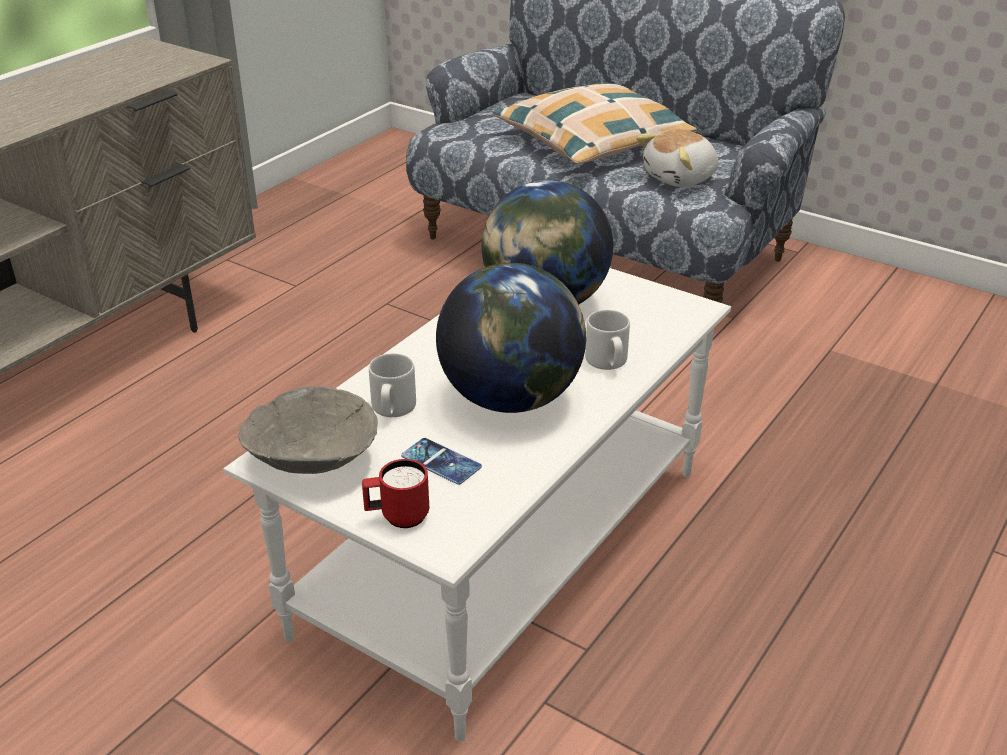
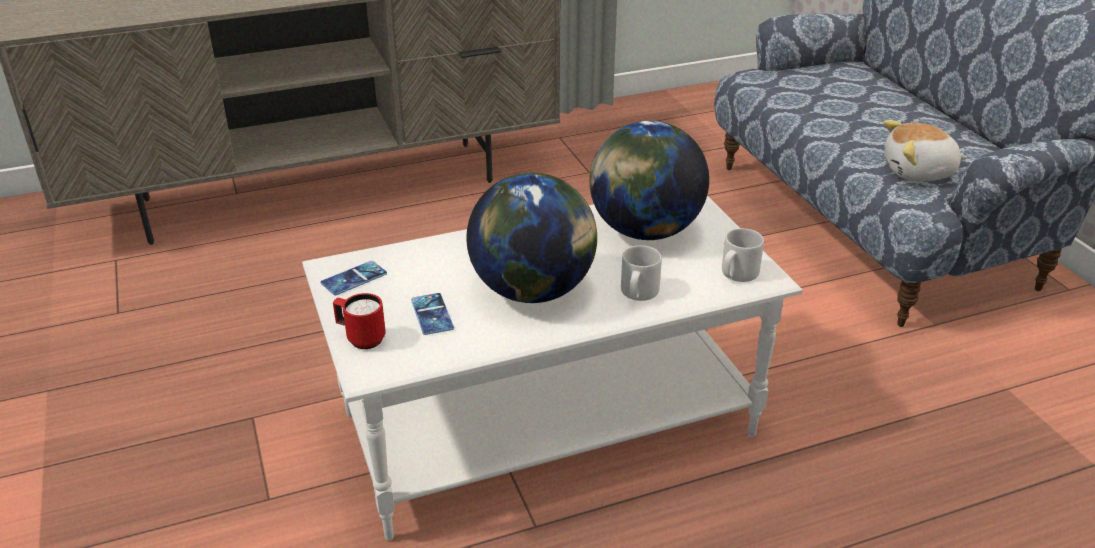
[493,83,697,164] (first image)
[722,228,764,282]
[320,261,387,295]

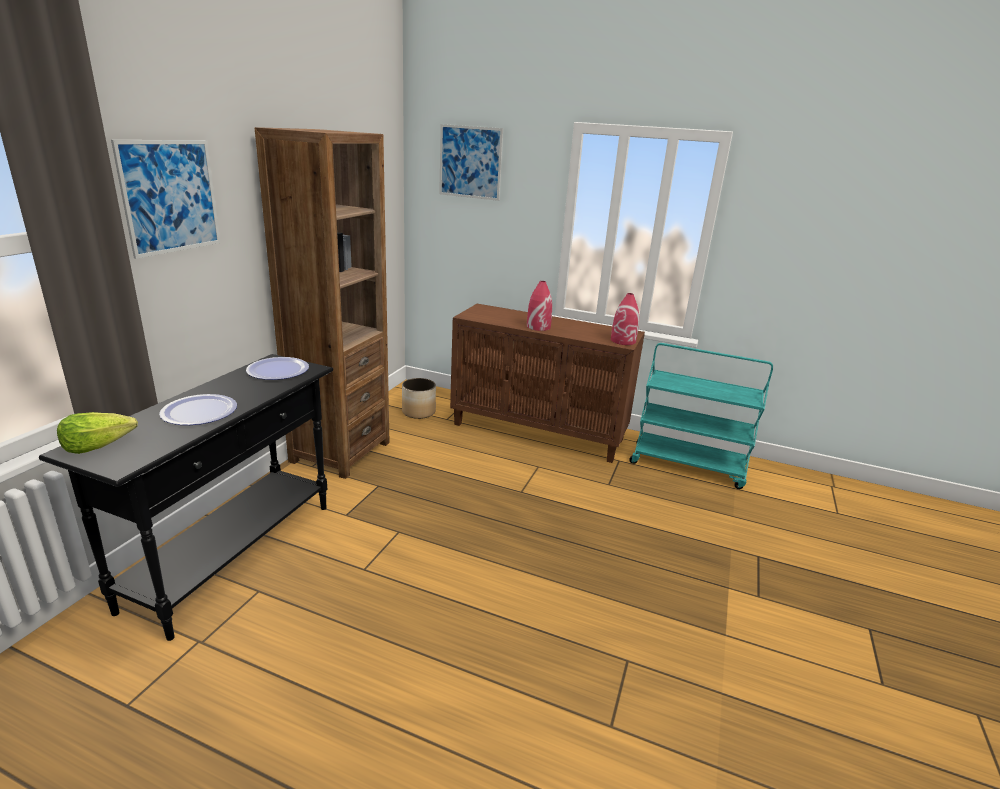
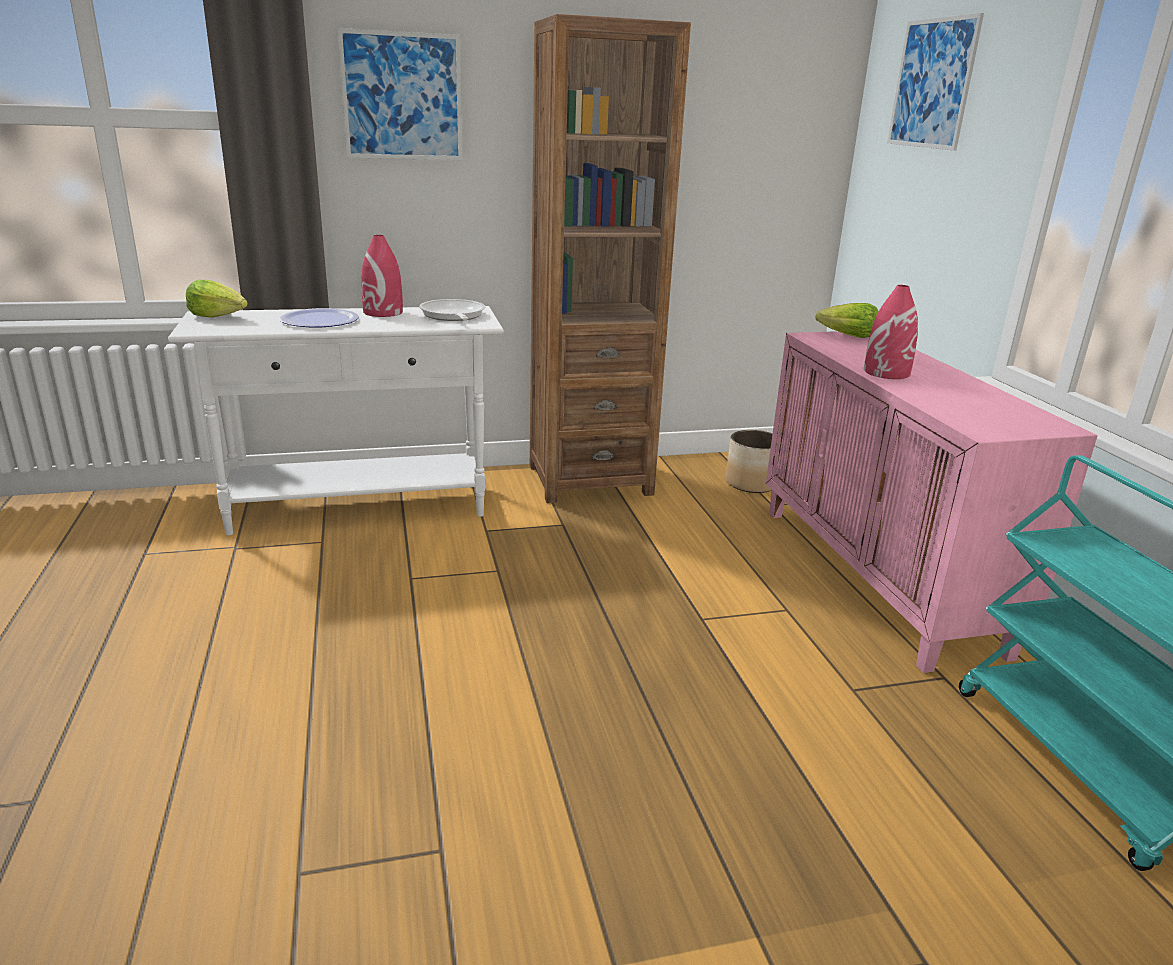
[361,235,403,317]
[766,331,1098,673]
[168,306,504,535]
[419,299,485,321]
[815,303,879,338]

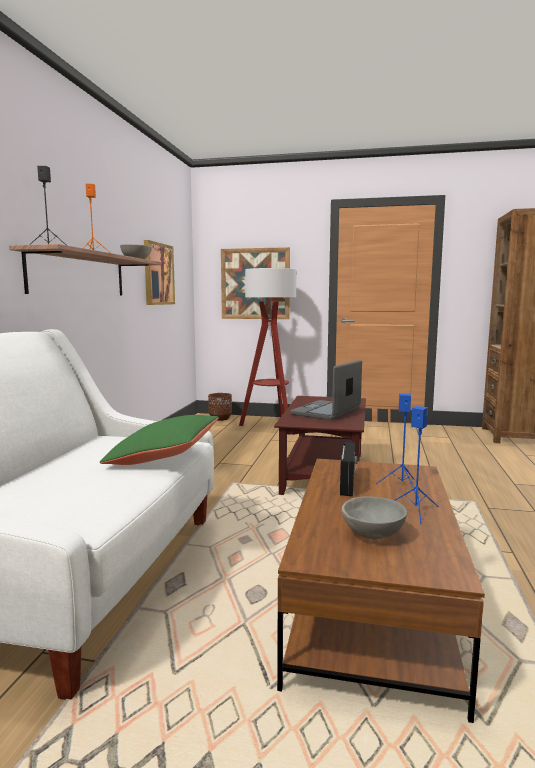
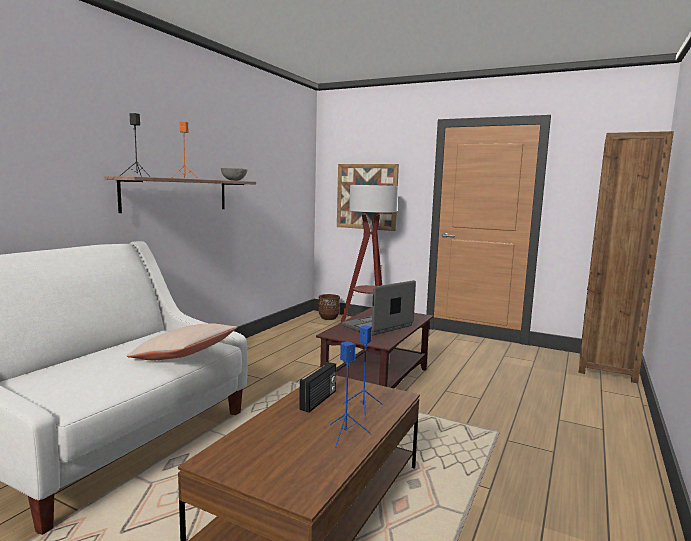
[144,240,175,305] (first image)
[127,323,237,360]
[341,496,407,539] (first image)

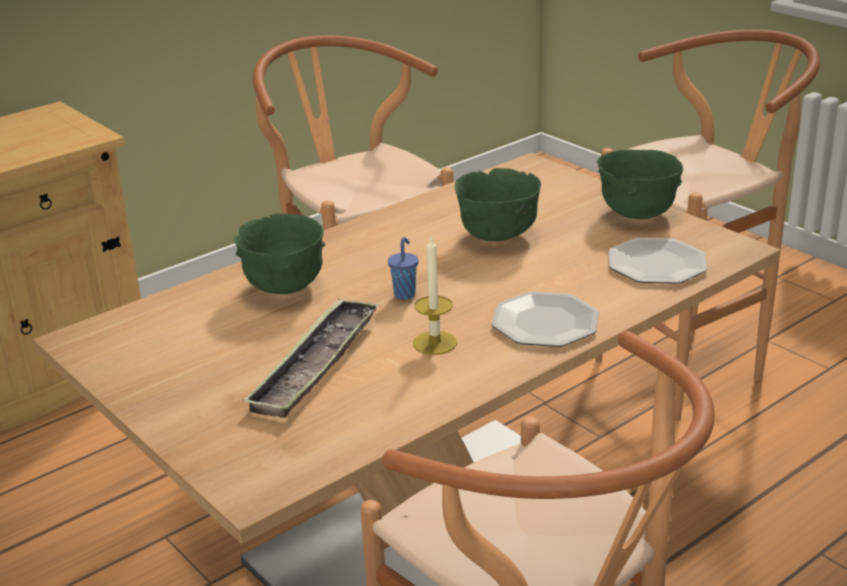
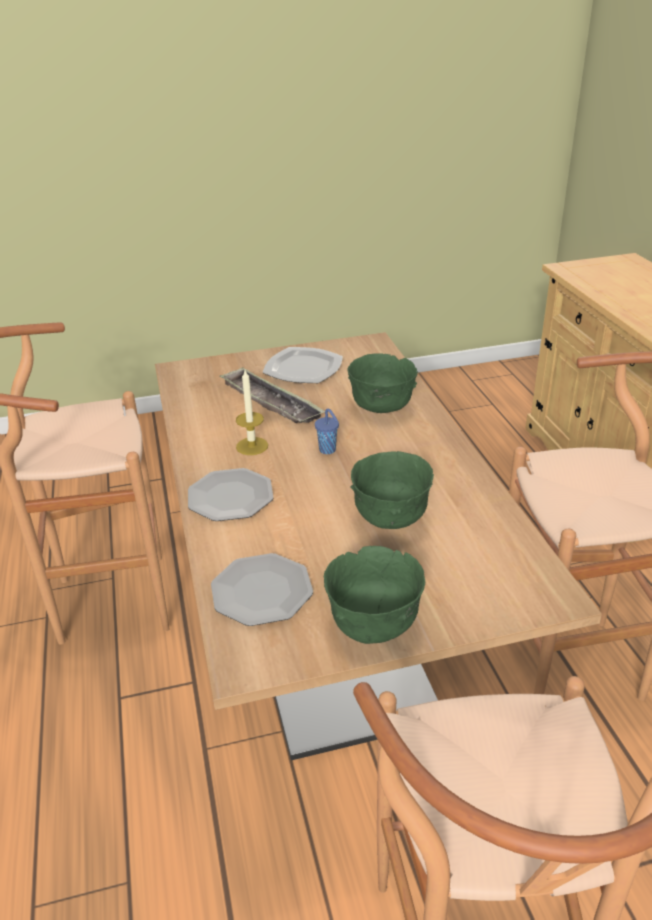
[262,347,343,383]

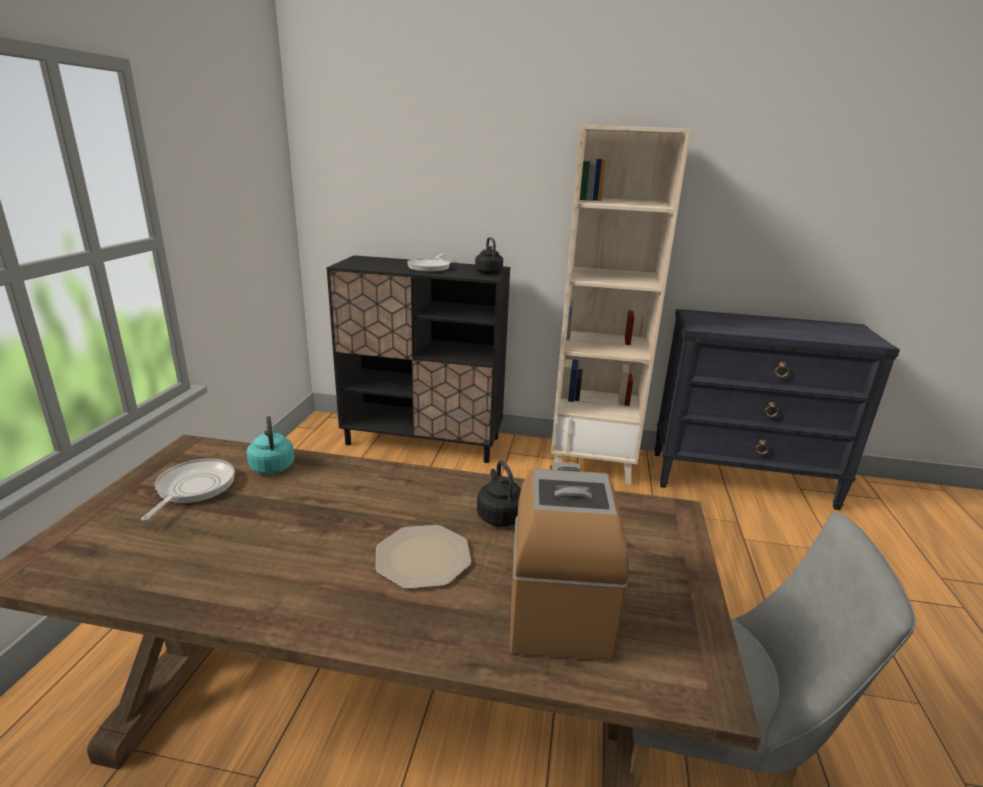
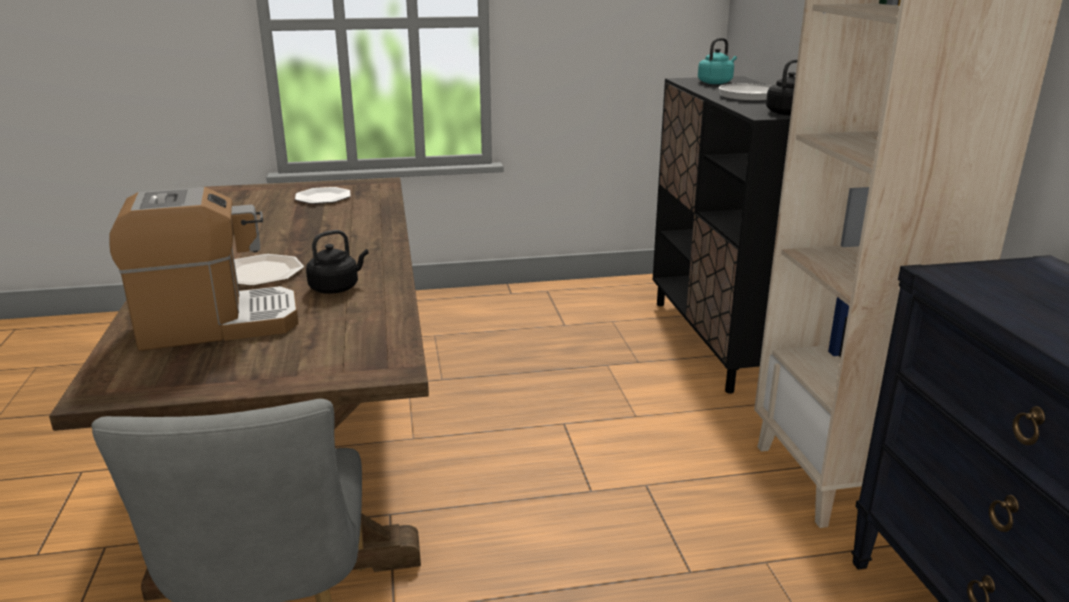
[698,38,737,84]
[295,187,351,204]

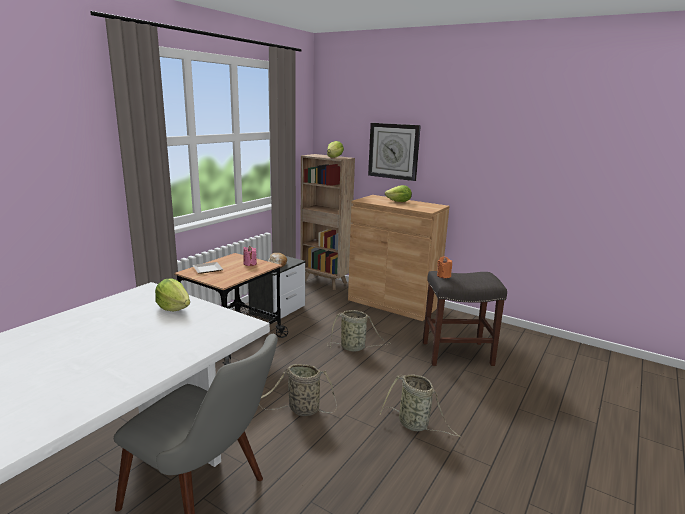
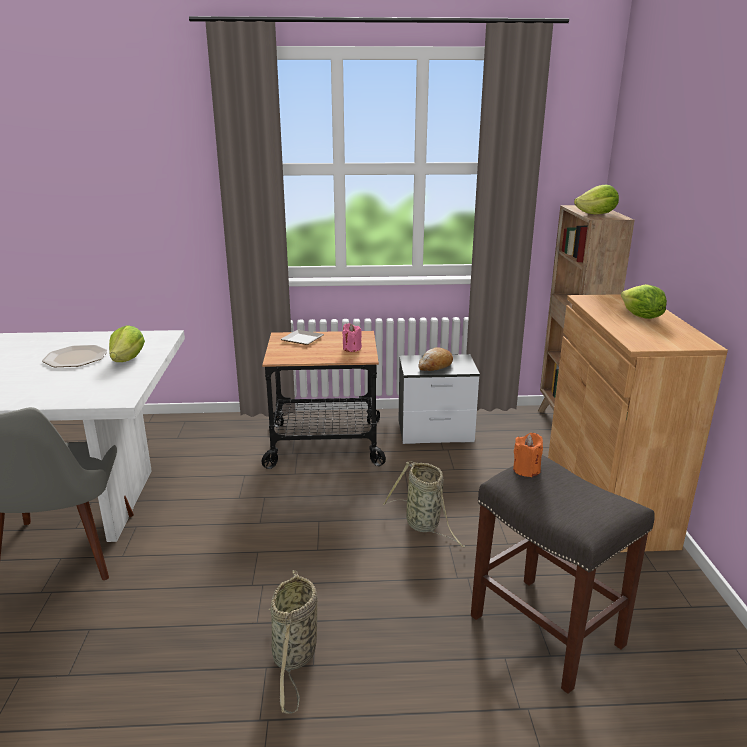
[368,123,421,181] (first image)
[259,364,337,416] (first image)
[42,345,108,367]

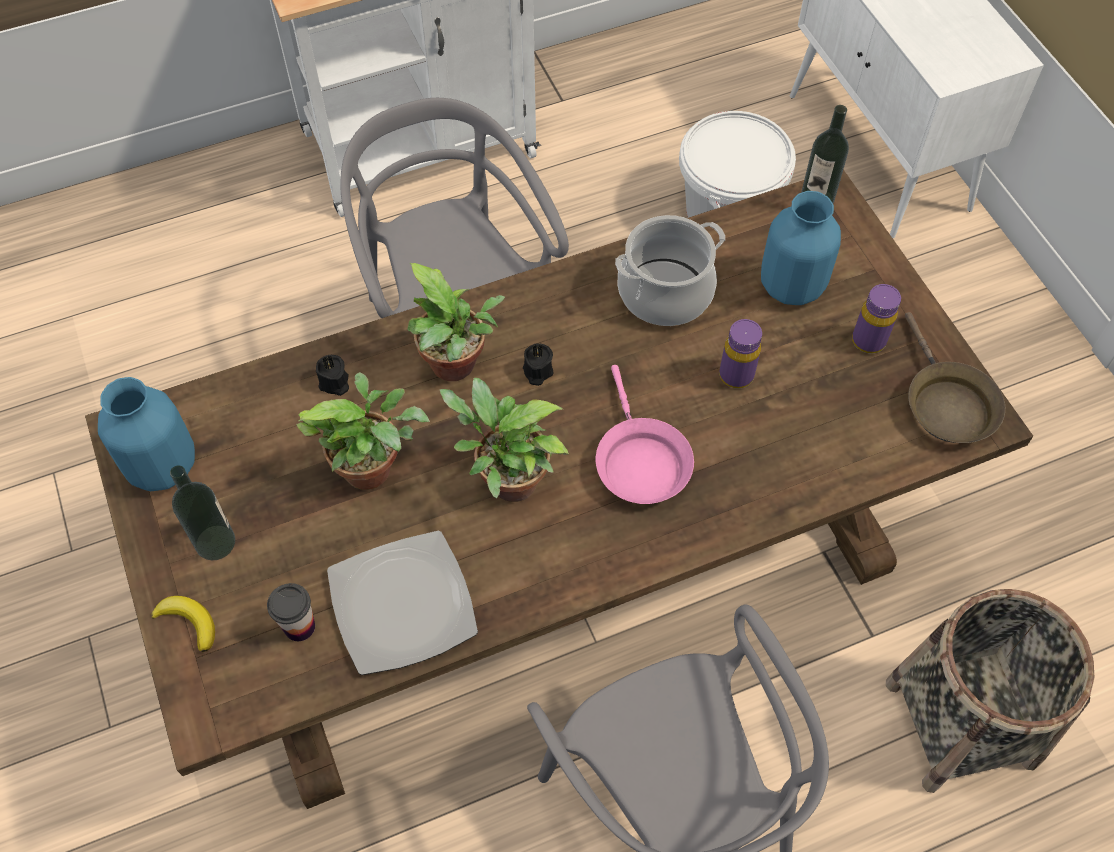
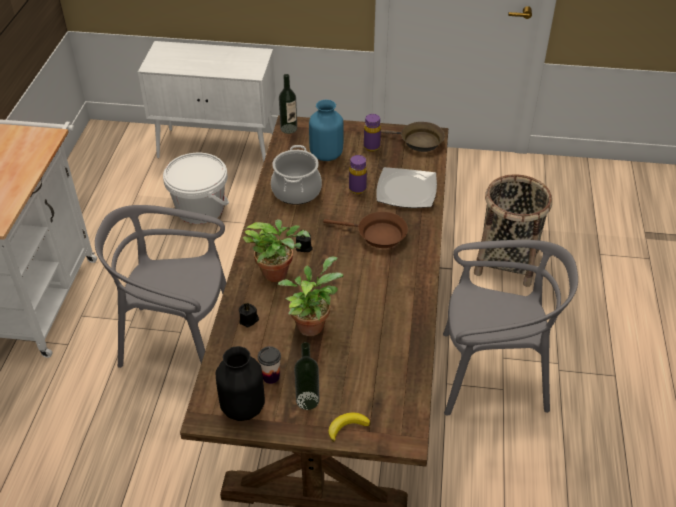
[323,212,408,248]
[216,346,265,421]
[439,378,569,502] (first image)
[376,167,437,208]
[258,346,281,384]

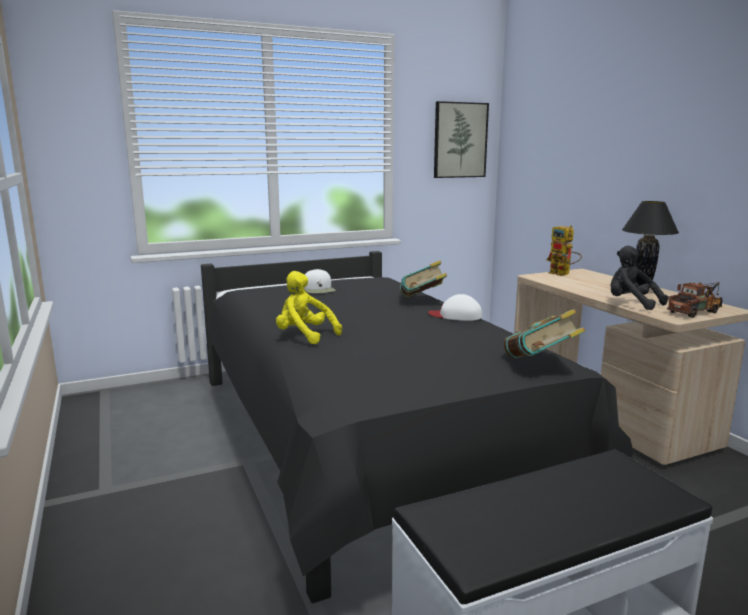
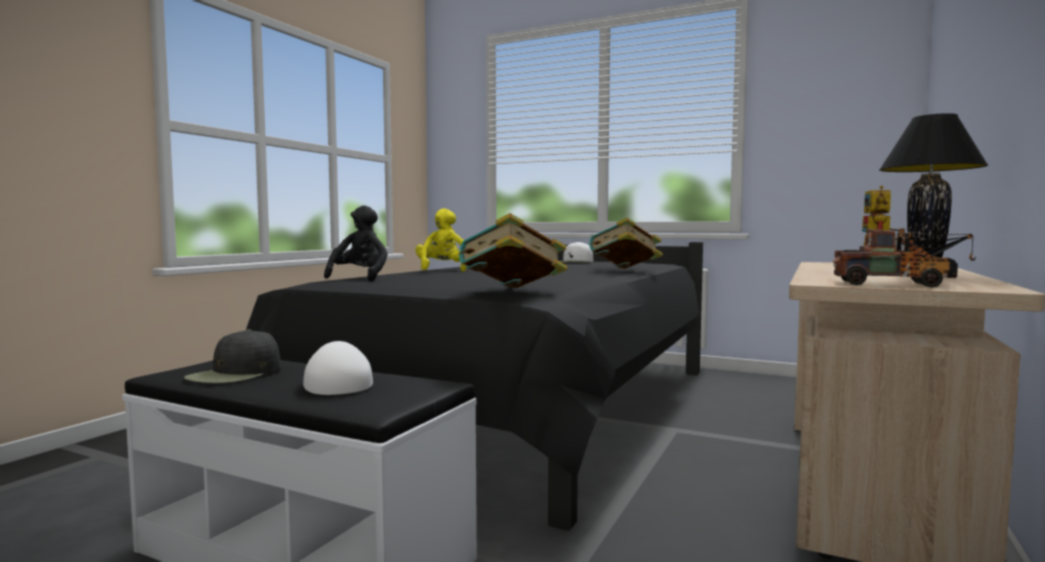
[434,101,489,178] (first image)
[324,206,388,281]
[303,341,373,395]
[184,330,281,383]

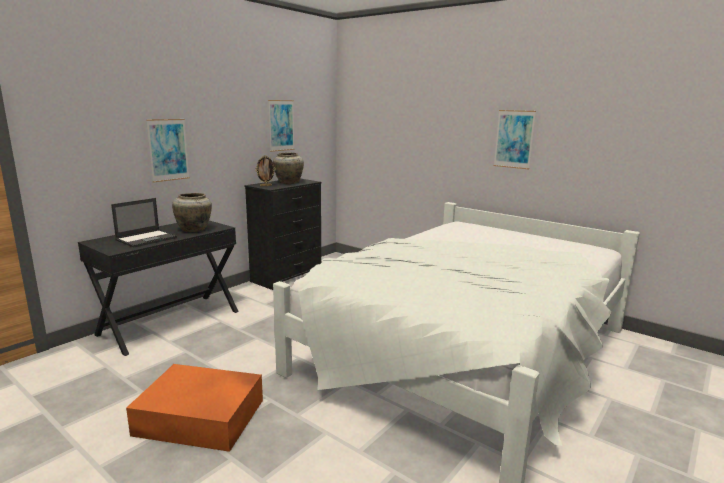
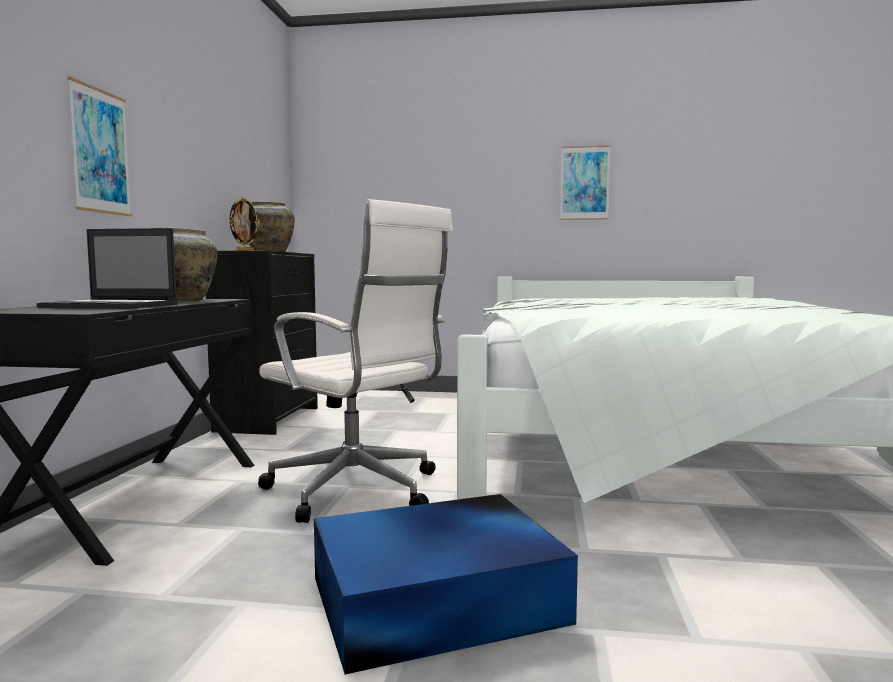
[268,100,295,152] (first image)
[36,228,177,309]
[314,494,578,674]
[258,199,453,523]

